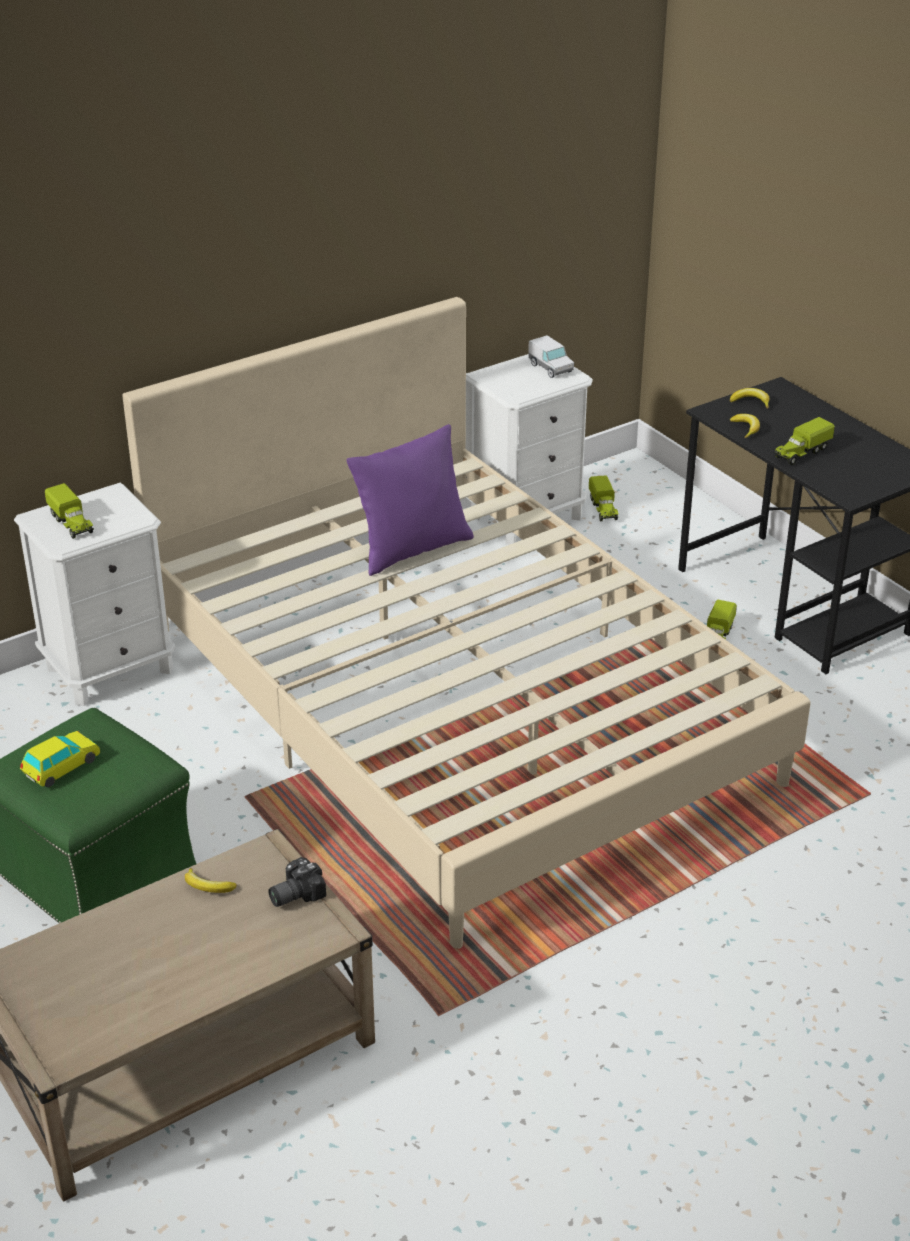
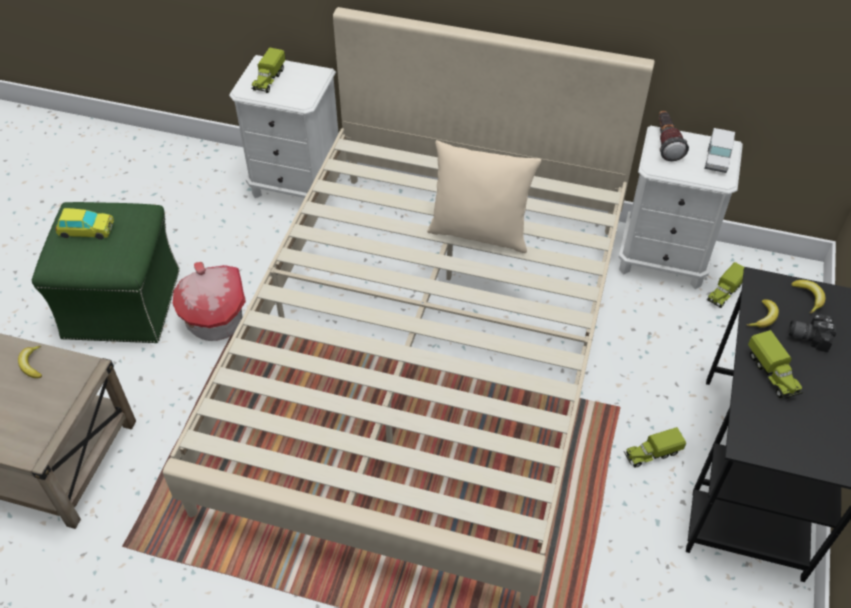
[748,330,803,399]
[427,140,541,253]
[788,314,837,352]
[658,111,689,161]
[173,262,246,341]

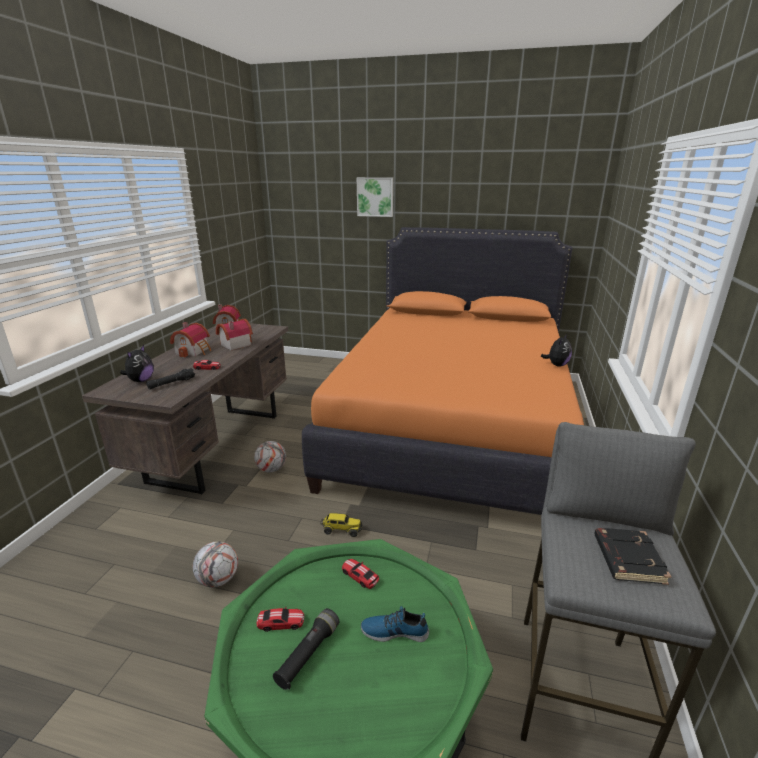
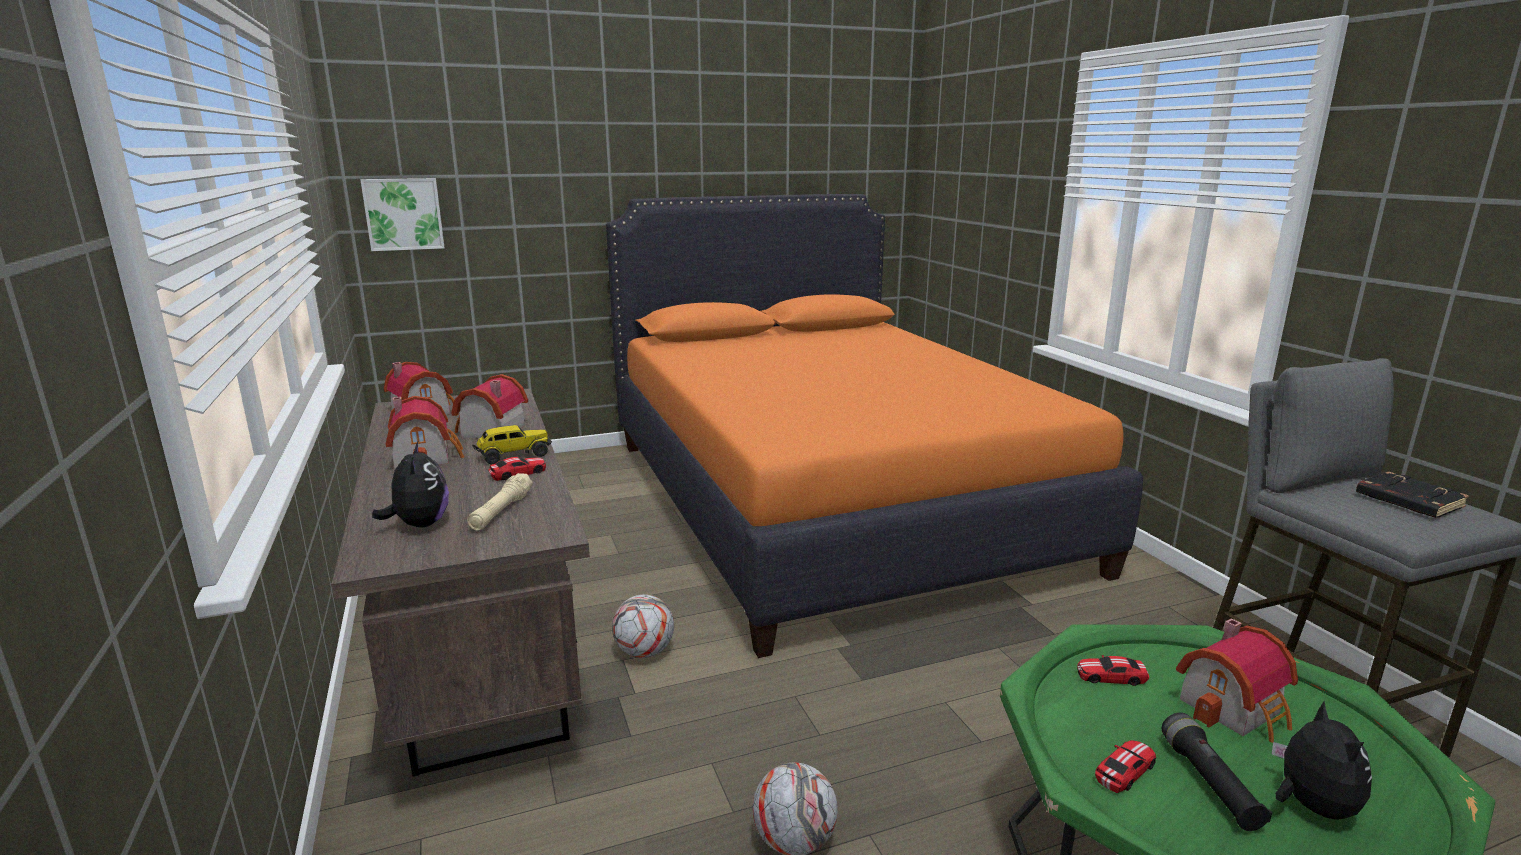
[361,178,444,251]
[1272,700,1372,820]
[467,473,533,530]
[472,425,552,465]
[1176,618,1298,743]

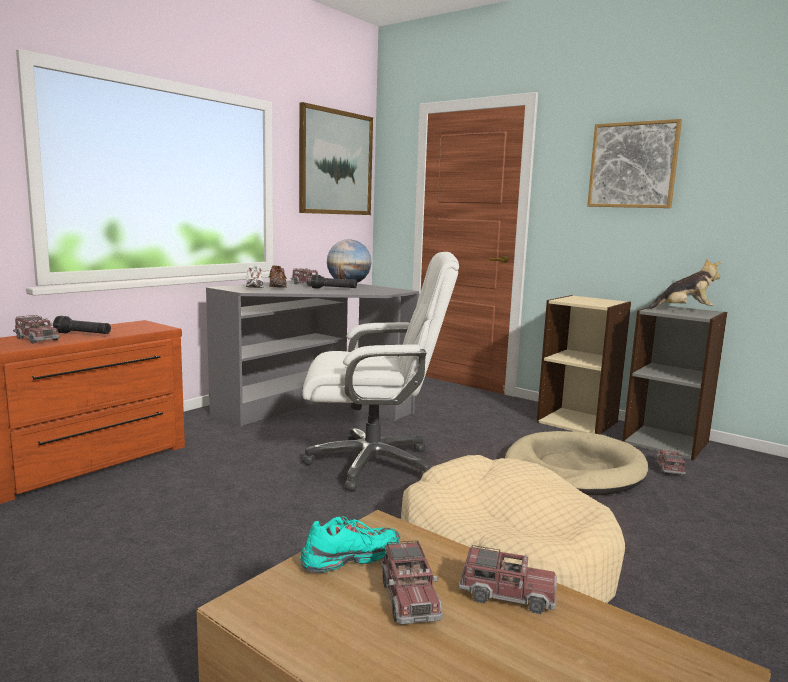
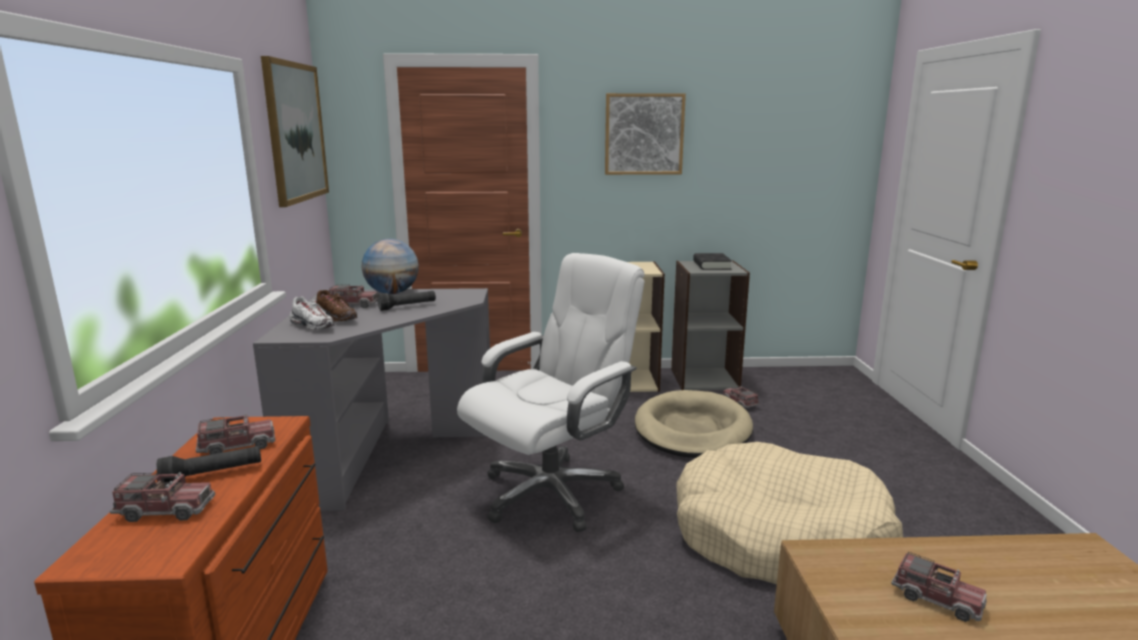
[693,253,732,270]
[300,516,400,573] (first image)
[196,414,275,455]

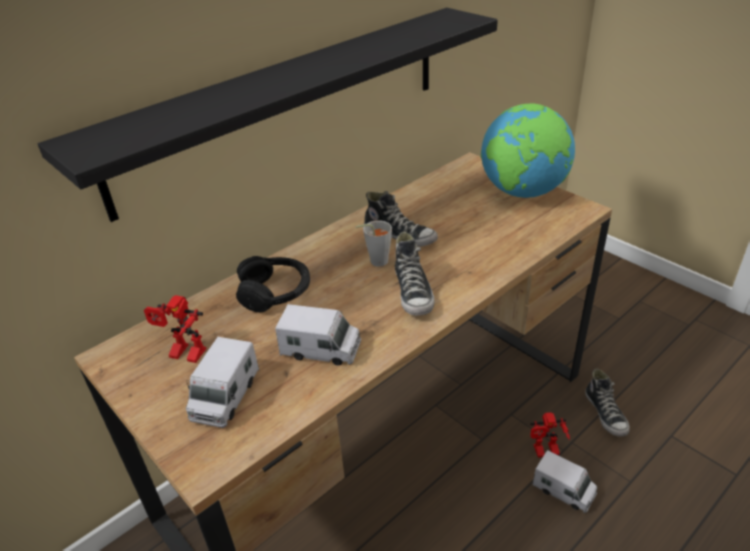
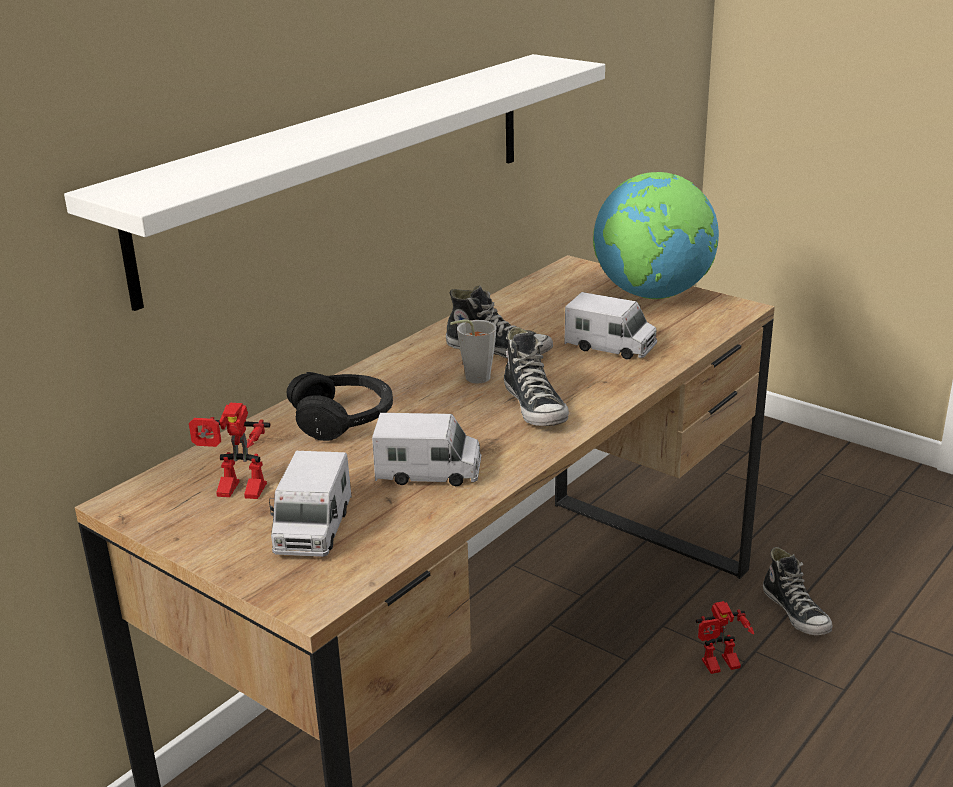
[64,54,605,311]
[564,292,657,360]

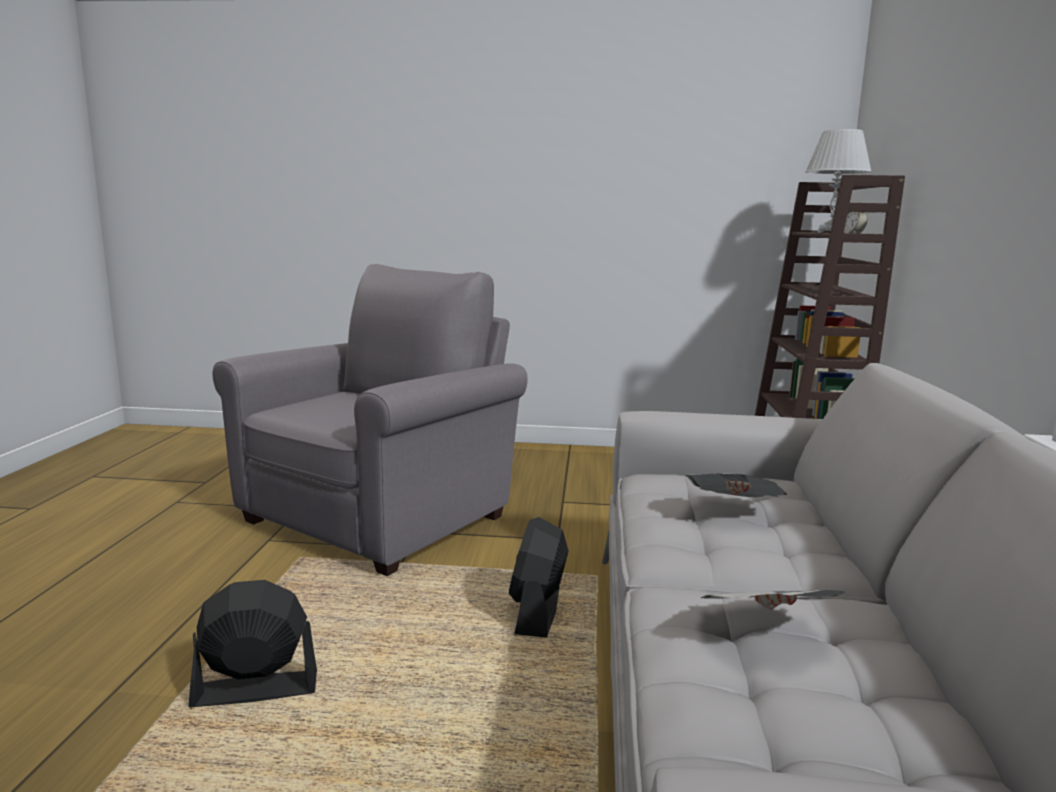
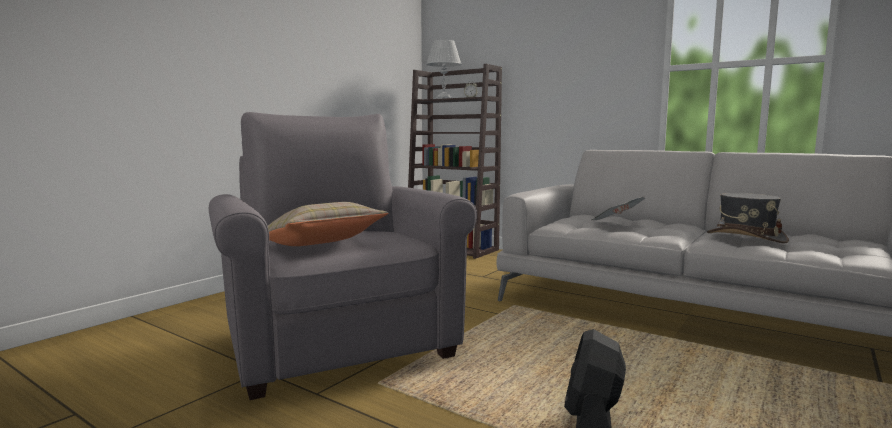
[509,517,569,638] (first image)
[707,193,789,244]
[268,202,388,246]

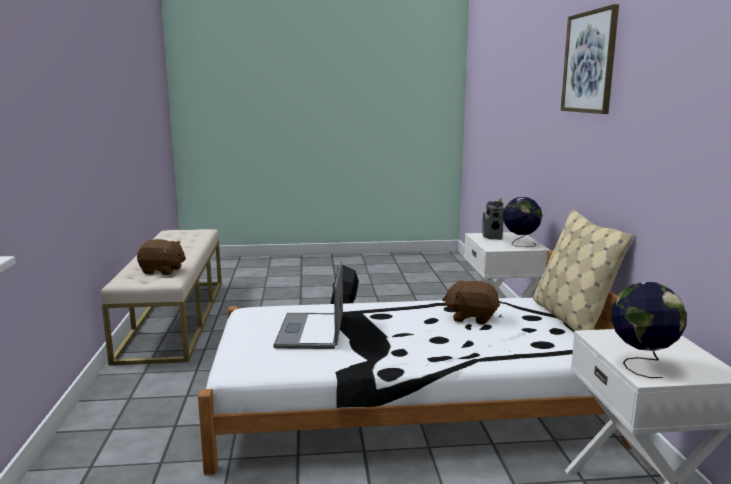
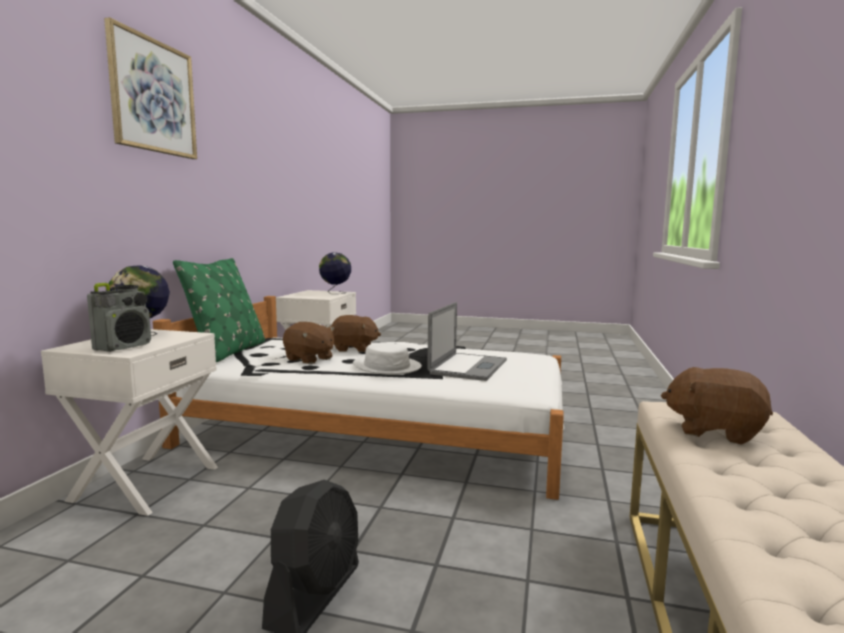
[173,258,265,362]
[331,315,381,352]
[353,342,422,375]

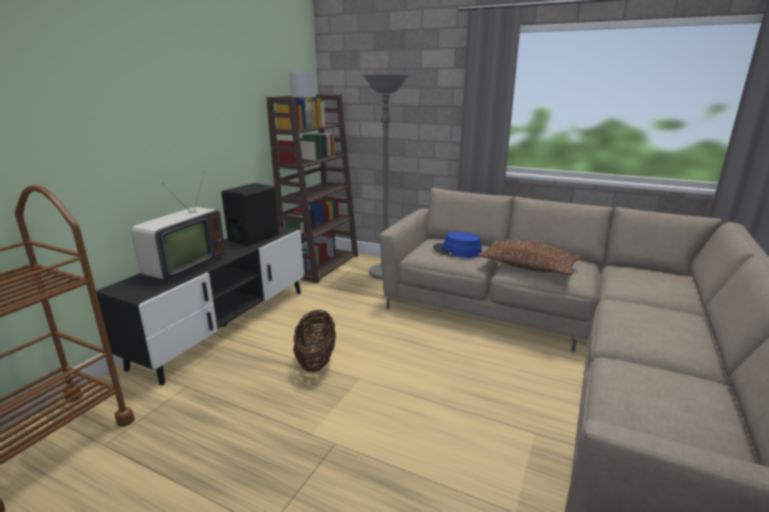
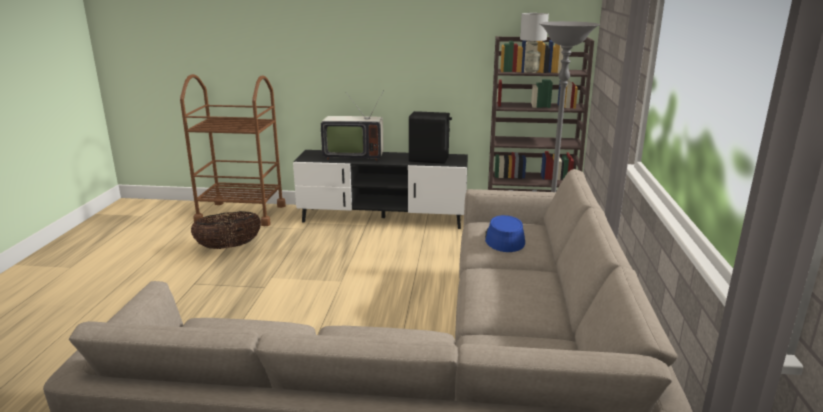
[478,240,582,276] (first image)
[191,211,261,249]

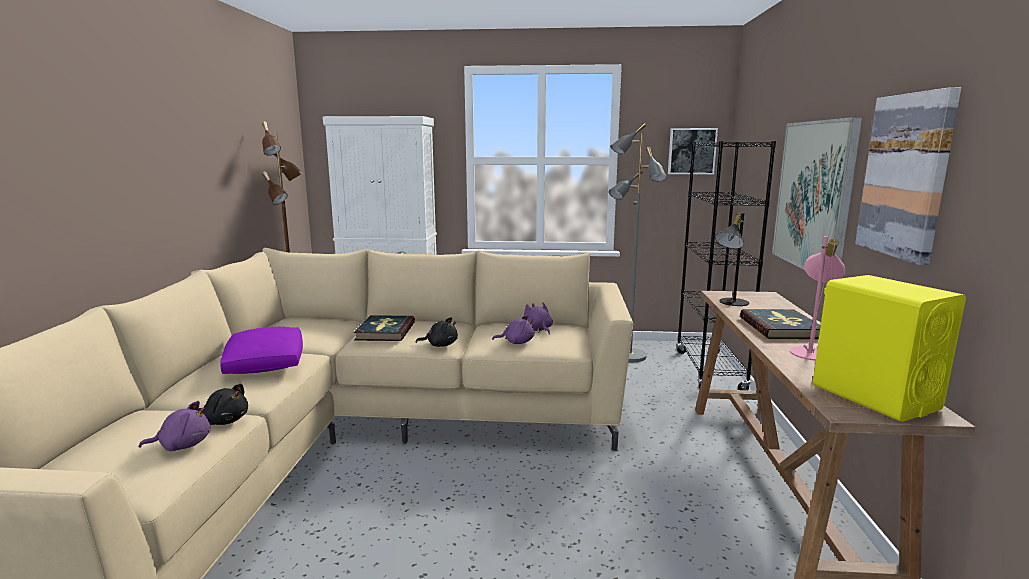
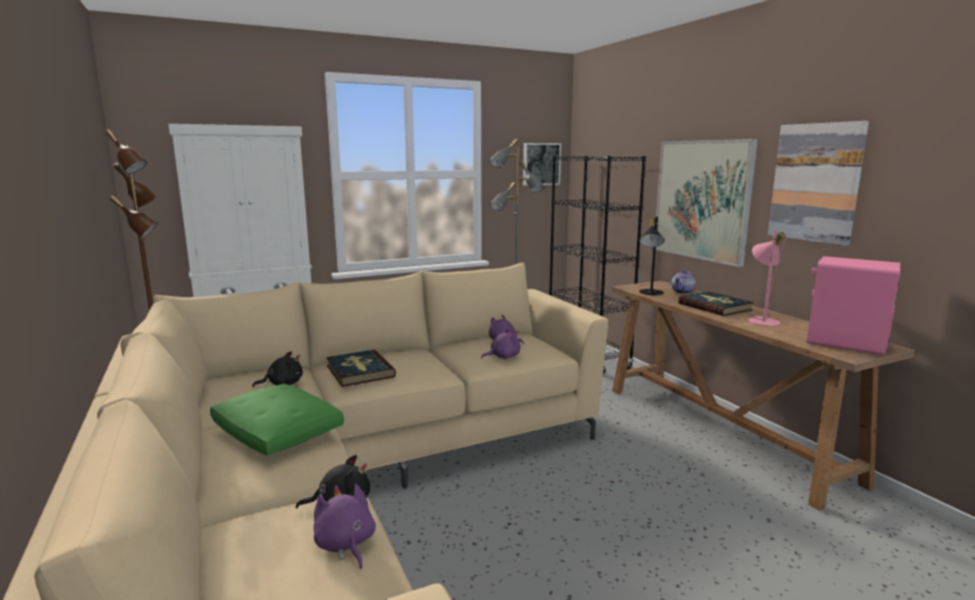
[807,256,901,355]
[252,351,303,387]
[210,384,344,456]
[314,484,376,569]
[671,270,696,294]

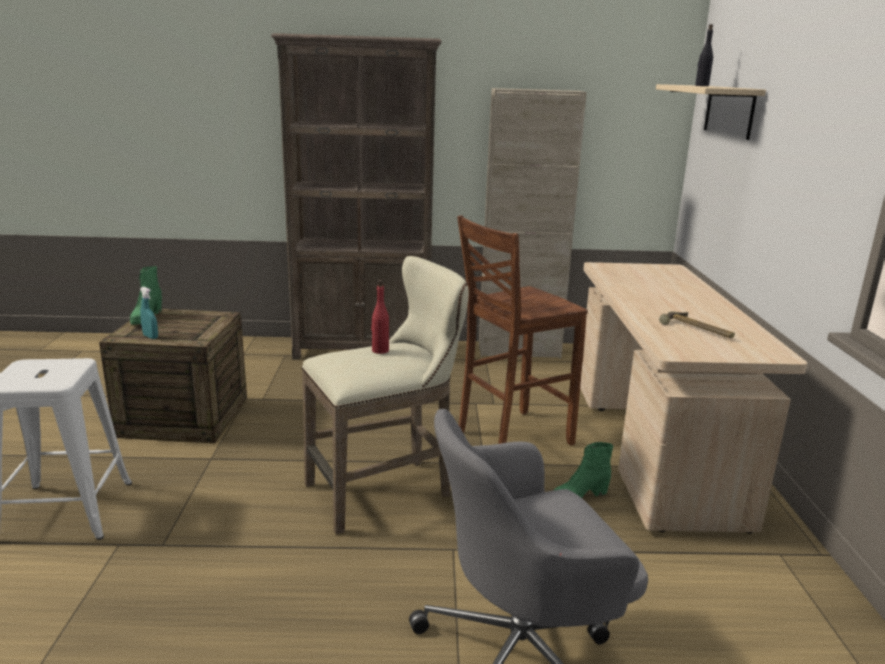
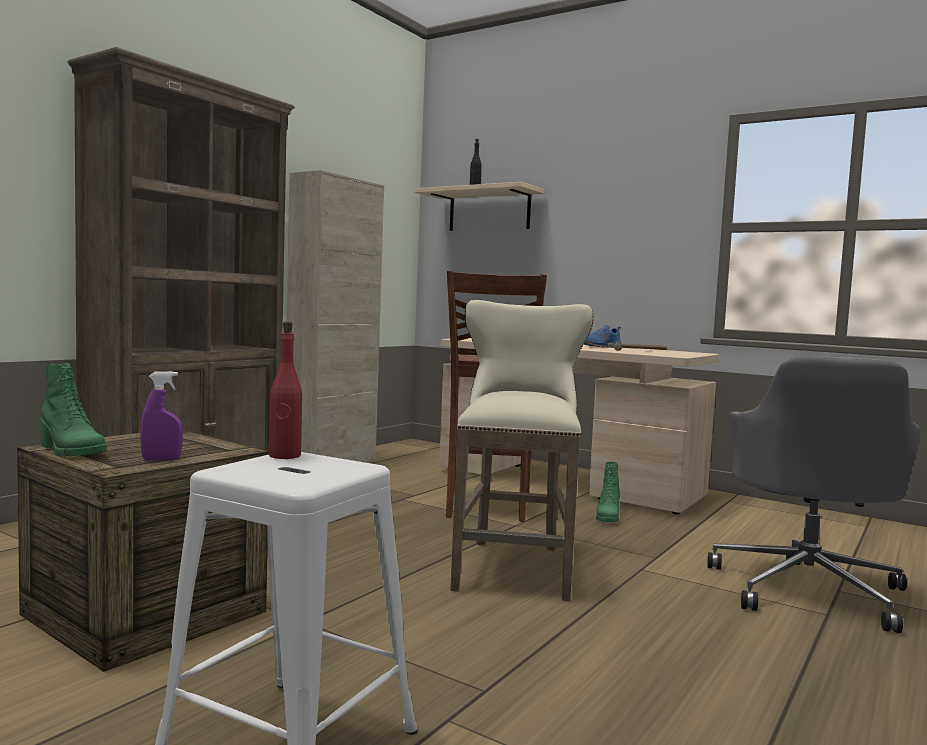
[269,321,302,459]
[140,371,183,461]
[584,325,621,348]

